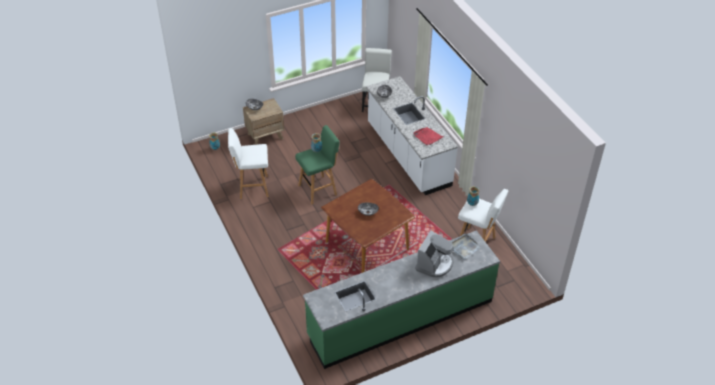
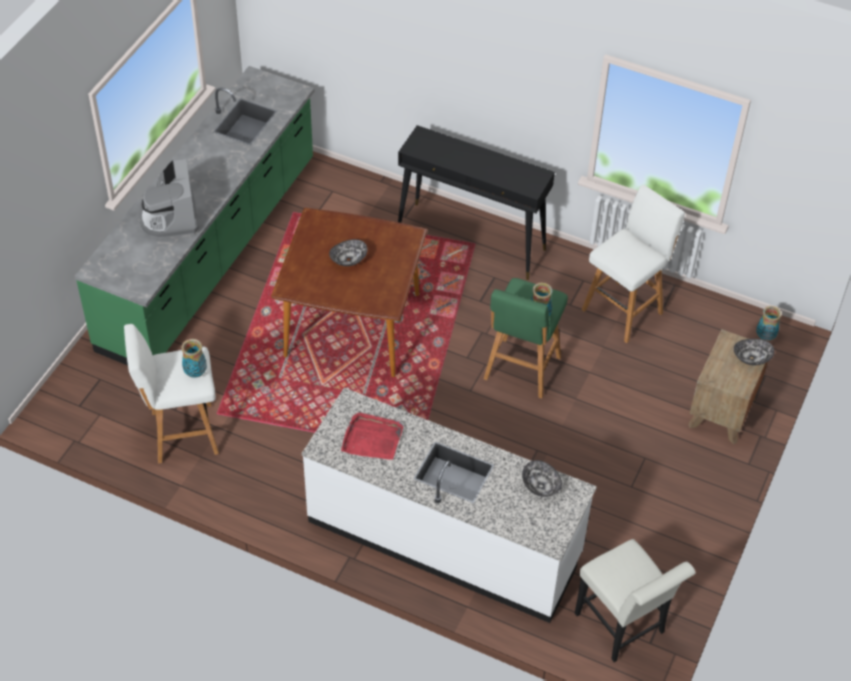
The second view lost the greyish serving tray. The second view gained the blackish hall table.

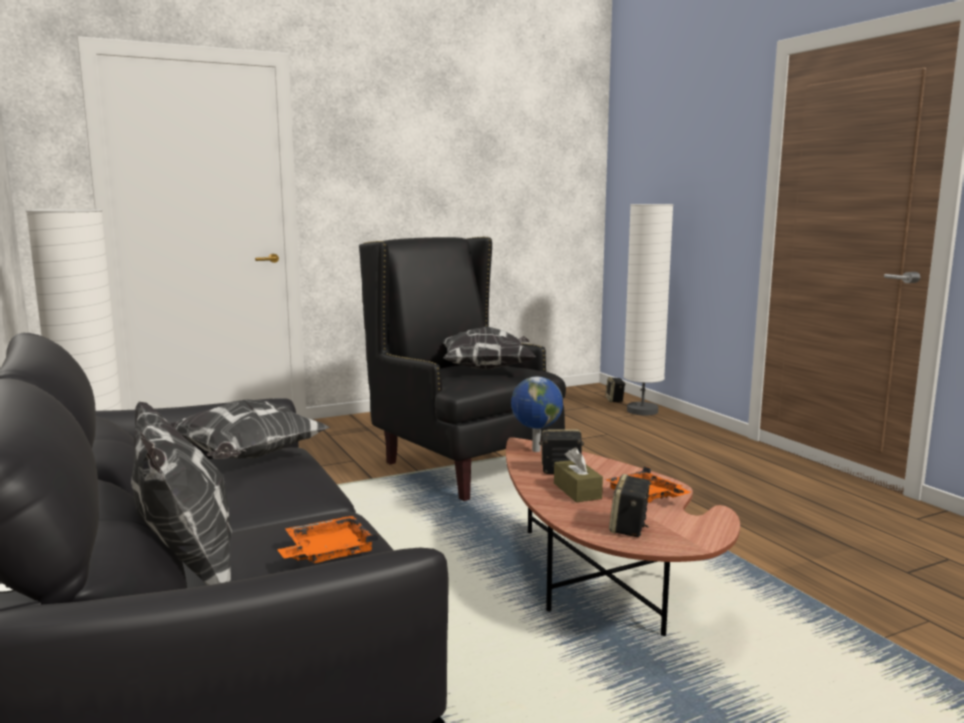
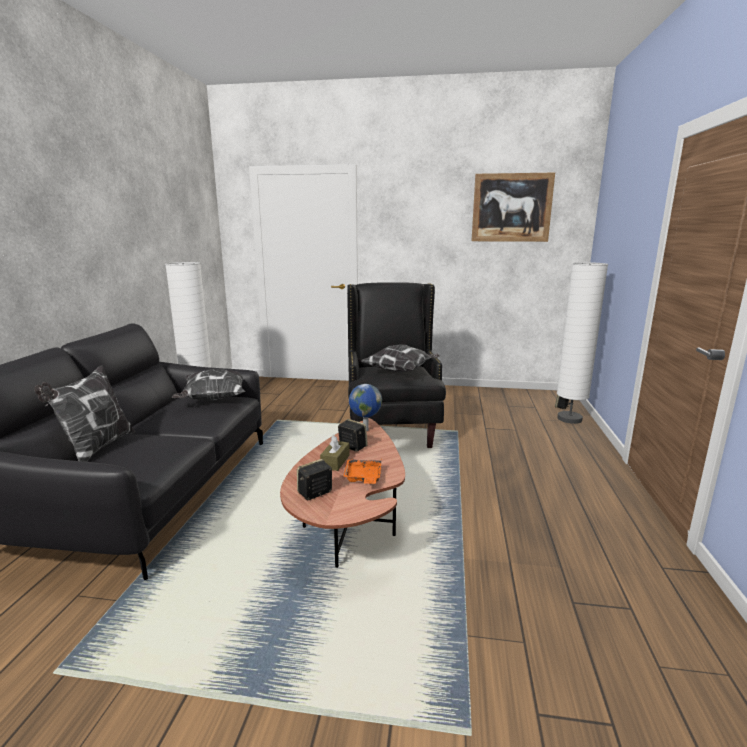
The second view lost the orange-coloured serving tray (no. 1 from left). The second view gained the wall picture.

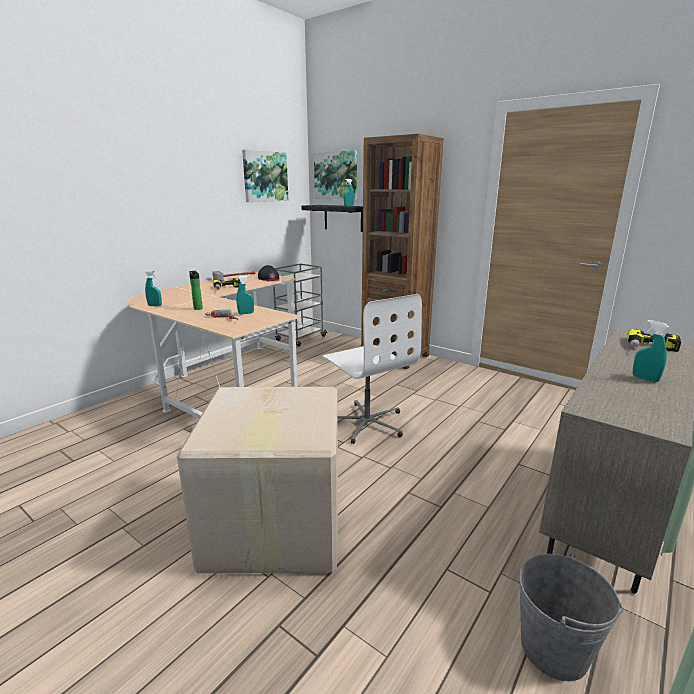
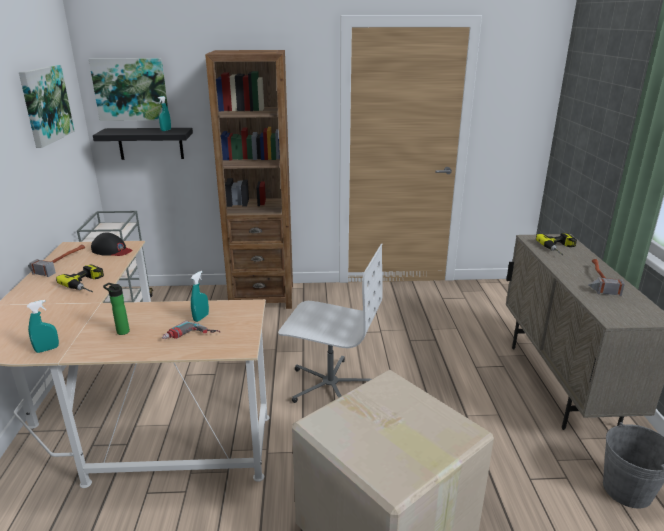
Where the turquoise sprayer (no. 4 from left) stood, the hammer (no. 2 from left) came to stand.

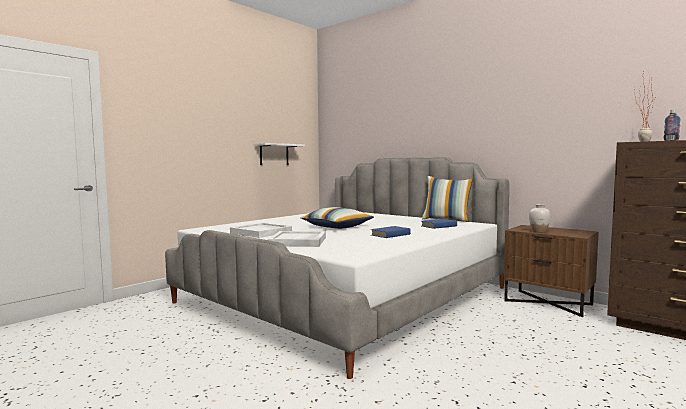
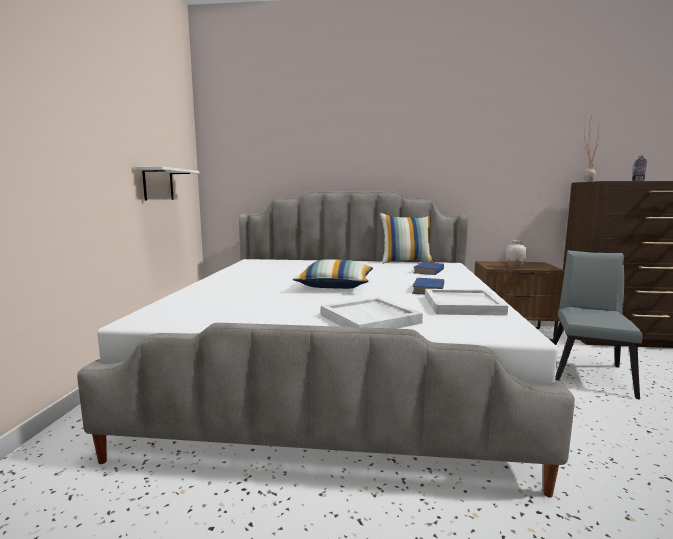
The whitish serving tray (no. 1 from left in the first image) ended up elsewhere. The second view gained the greyish plain chair.

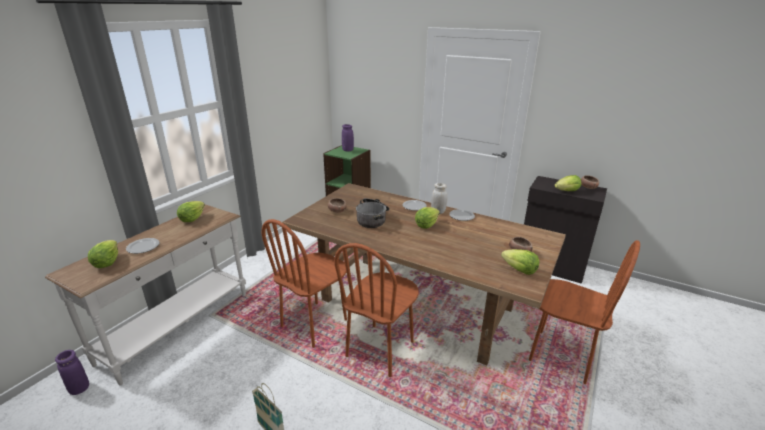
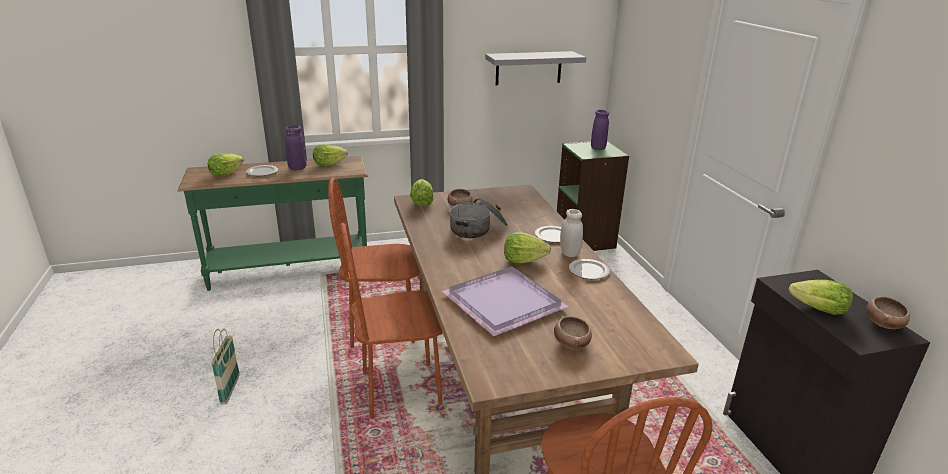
What was the whitish hall table turned into the green hall table. The head of lettuce (no. 4 from left in the first image) ended up elsewhere. The purple decorative vase (no. 1 from left) ended up elsewhere. The second view gained the greyish wall shelf. The second view gained the purple serving tray.

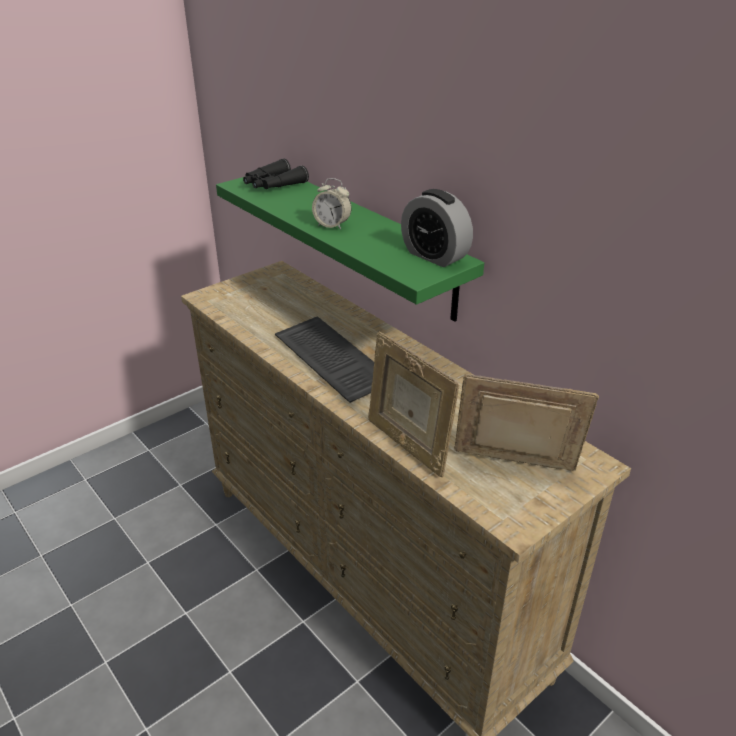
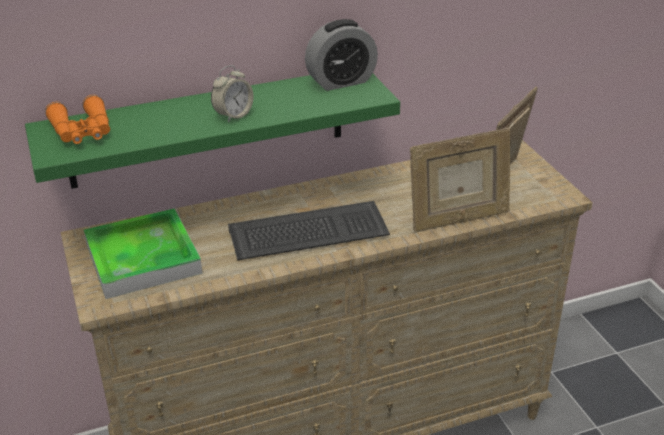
What was the blackish field glasses turned into the orange-coloured field glasses. The second view gained the serving tray.

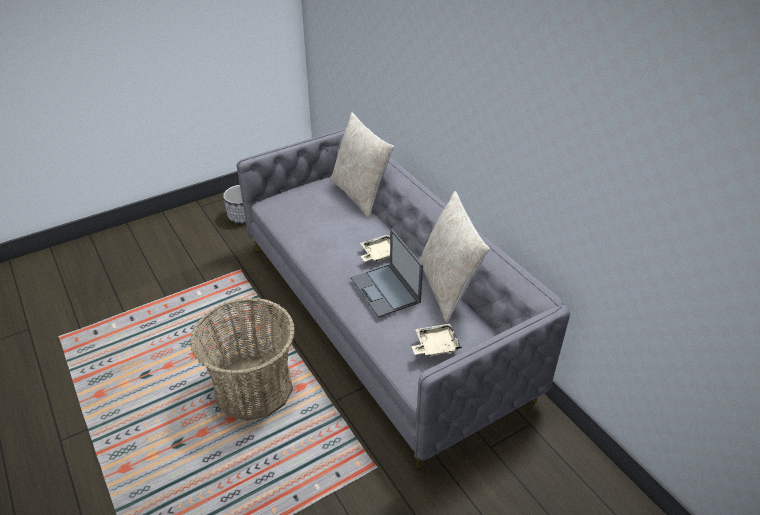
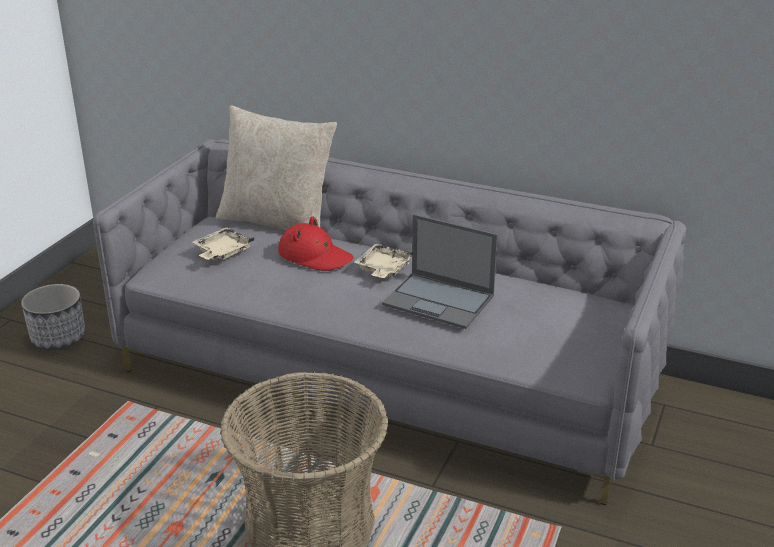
The second view lost the sand-coloured cushion (no. 2 from left). The sand-coloured serving tray (no. 2 from left in the first image) ended up elsewhere. The second view gained the red-coloured wearable hat.

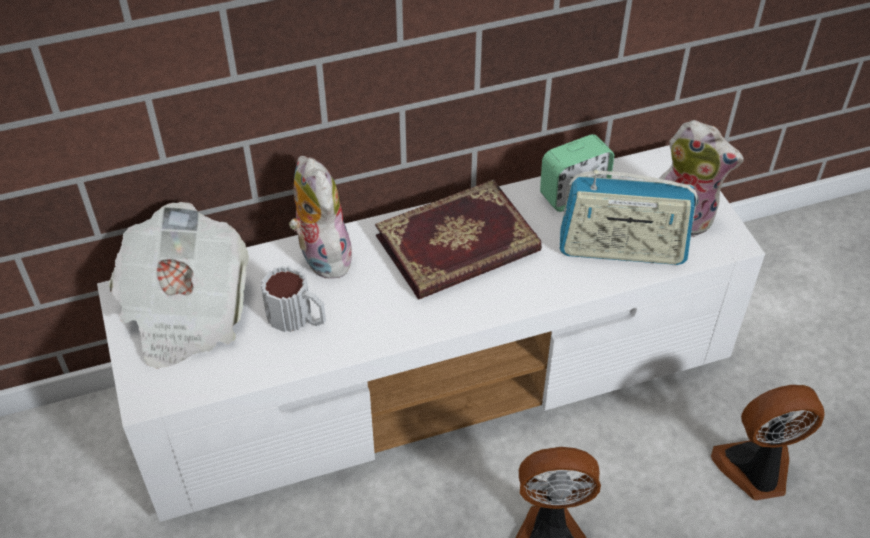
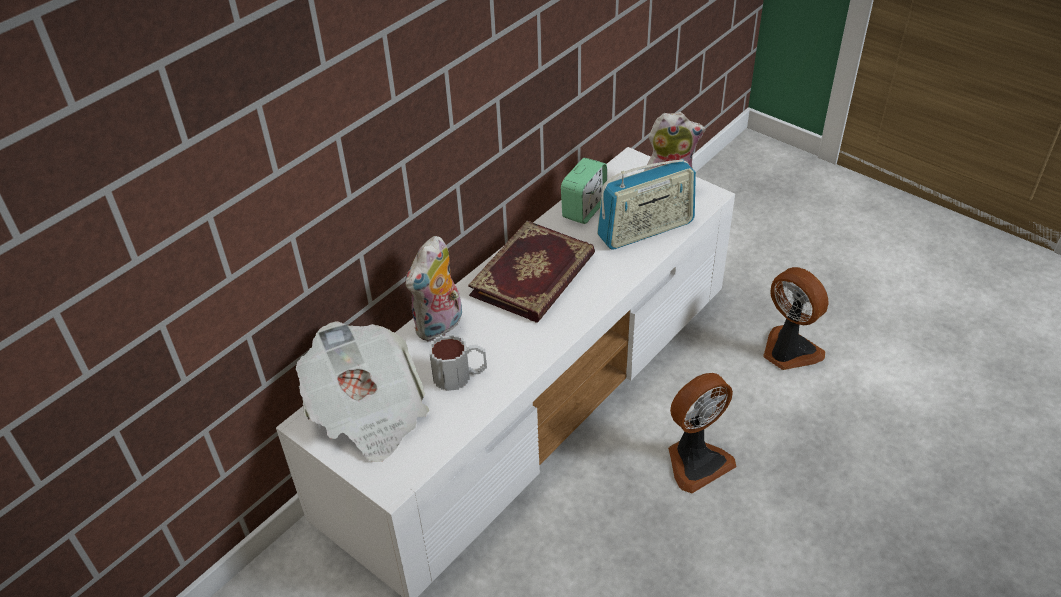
The plush toy (no. 1 from left) ended up facing another way, 90 degrees counterclockwise from before. The cooling fan (no. 2 from left) ended up facing another way, 90 degrees clockwise from before.

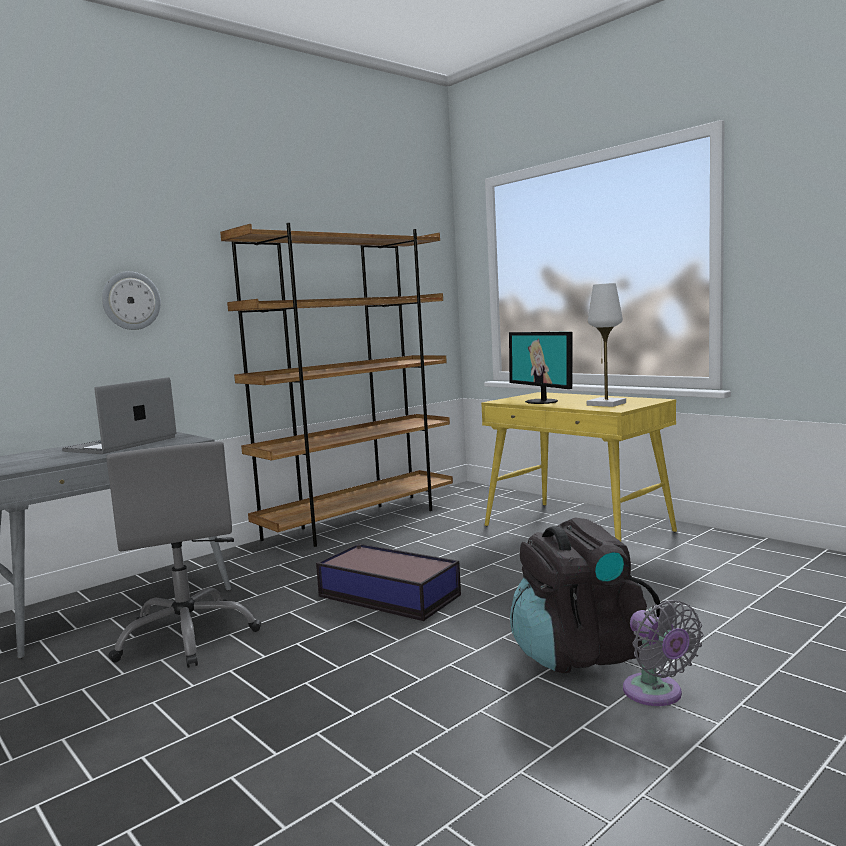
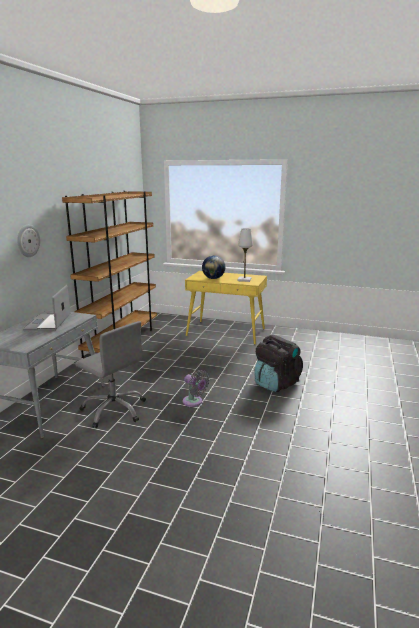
Where the computer screen stood, the globe came to stand. The second view lost the storage box. The greyish cooling fan ended up elsewhere.

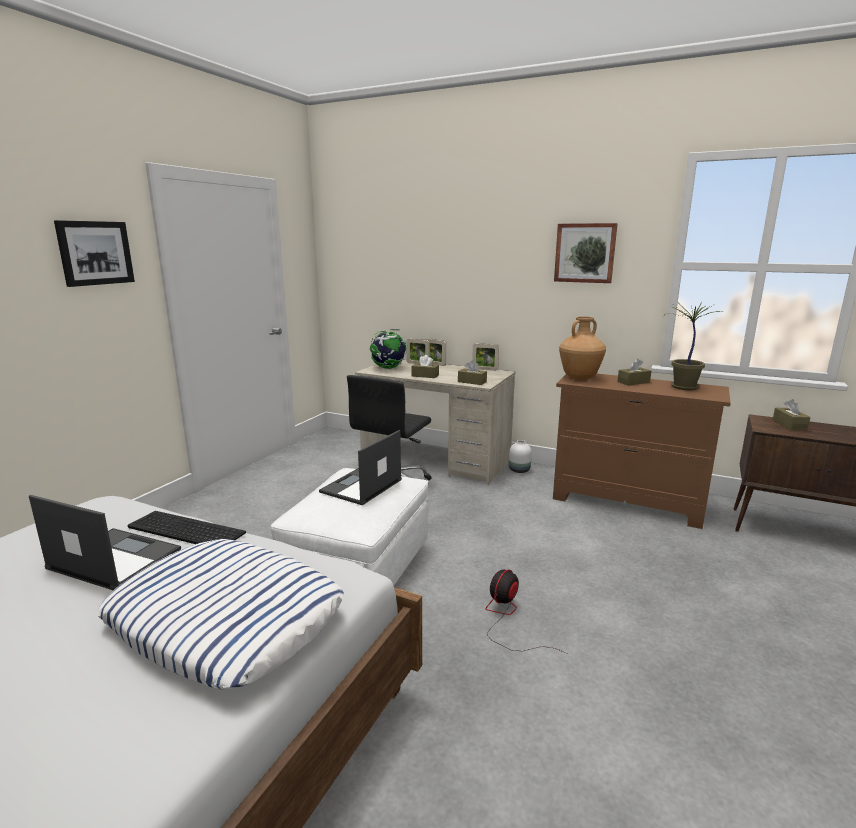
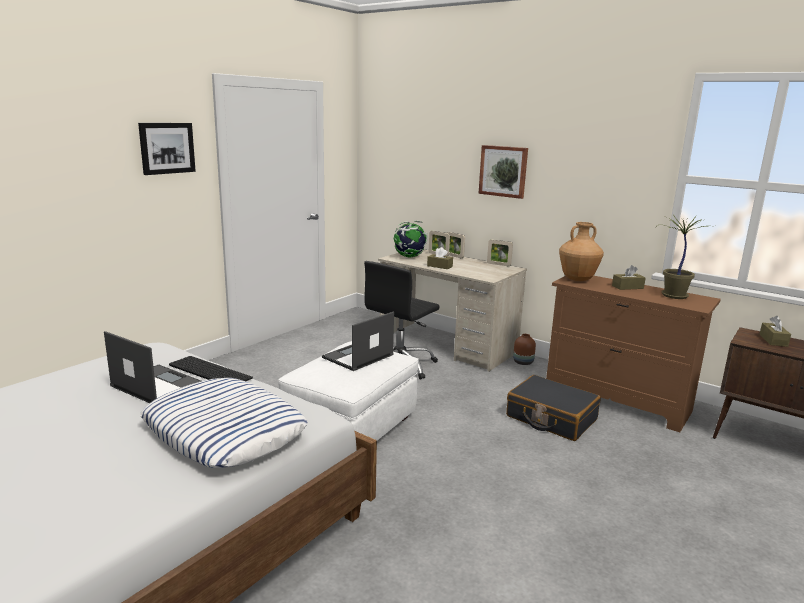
The wall picture (no. 2 from left) ended up elsewhere. The second view lost the brown-coloured tissue holder (no. 2 from left). What was the whitish decorative vase turned into the brown-coloured decorative vase (no. 1 from left). The second view lost the cooling fan. The second view gained the blackish suitcase.

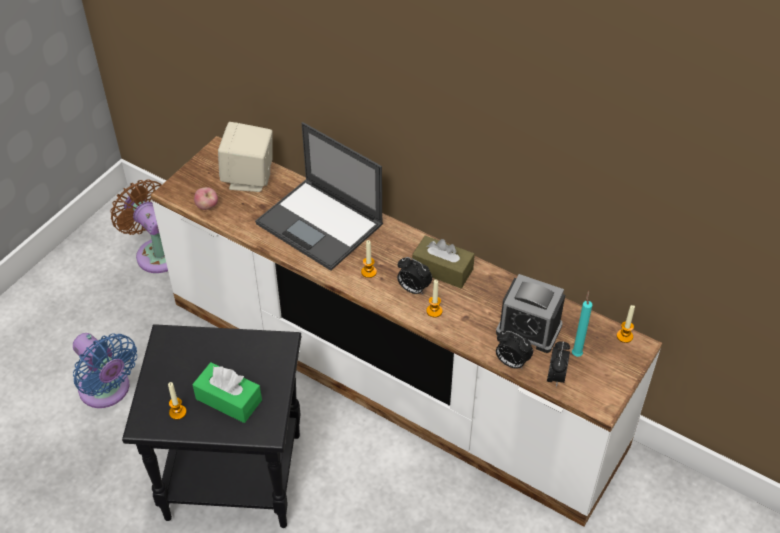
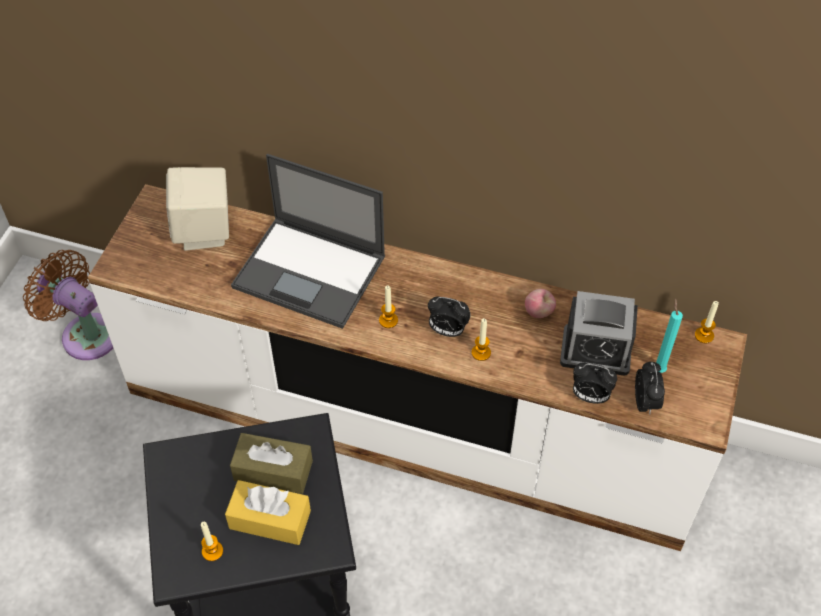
The whole apple ended up elsewhere. The brown-coloured tissue holder ended up elsewhere. The second view lost the blue-coloured cooling fan. What was the green tissue holder turned into the yellow tissue holder.

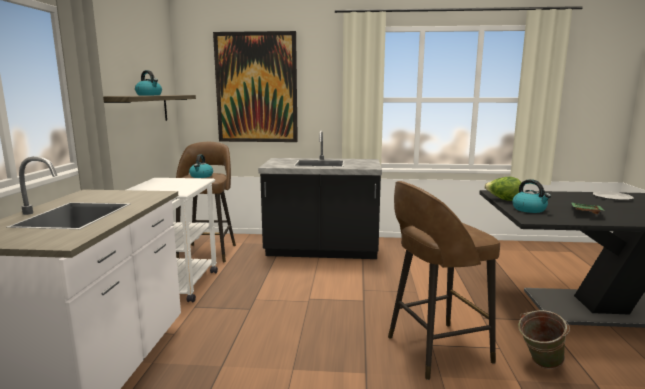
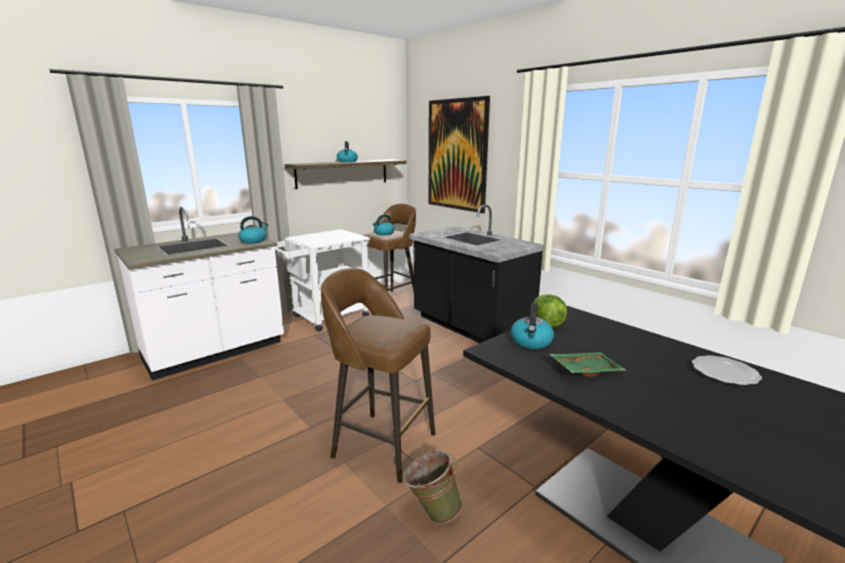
The second view gained the water kettle (no. 1 from left).

